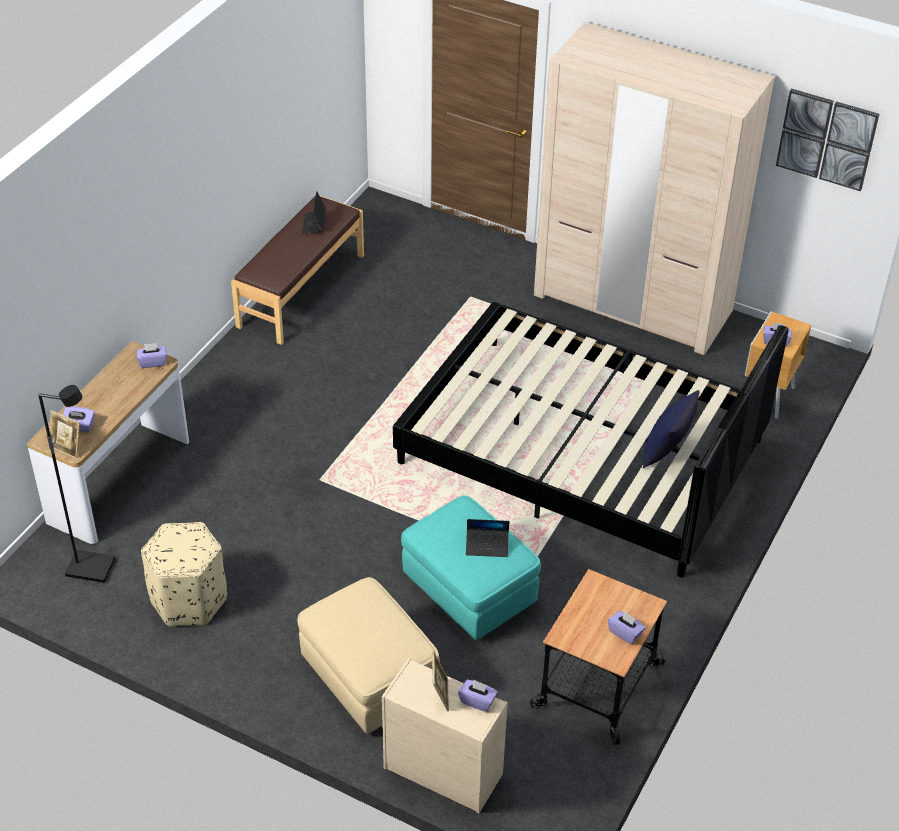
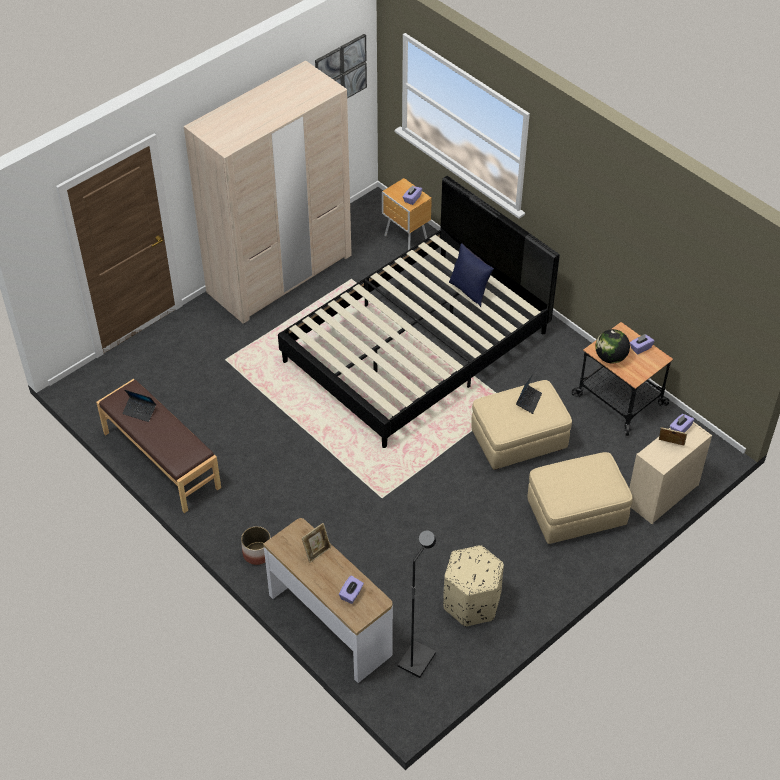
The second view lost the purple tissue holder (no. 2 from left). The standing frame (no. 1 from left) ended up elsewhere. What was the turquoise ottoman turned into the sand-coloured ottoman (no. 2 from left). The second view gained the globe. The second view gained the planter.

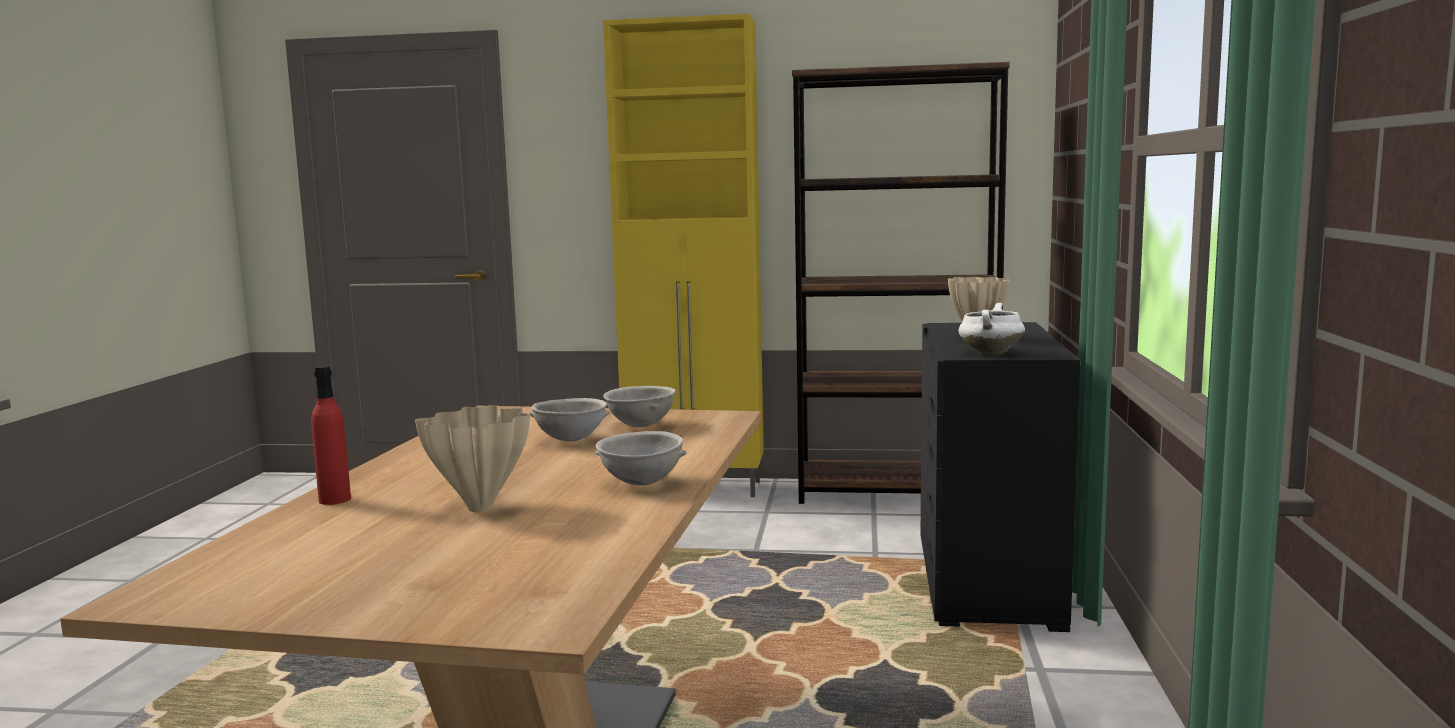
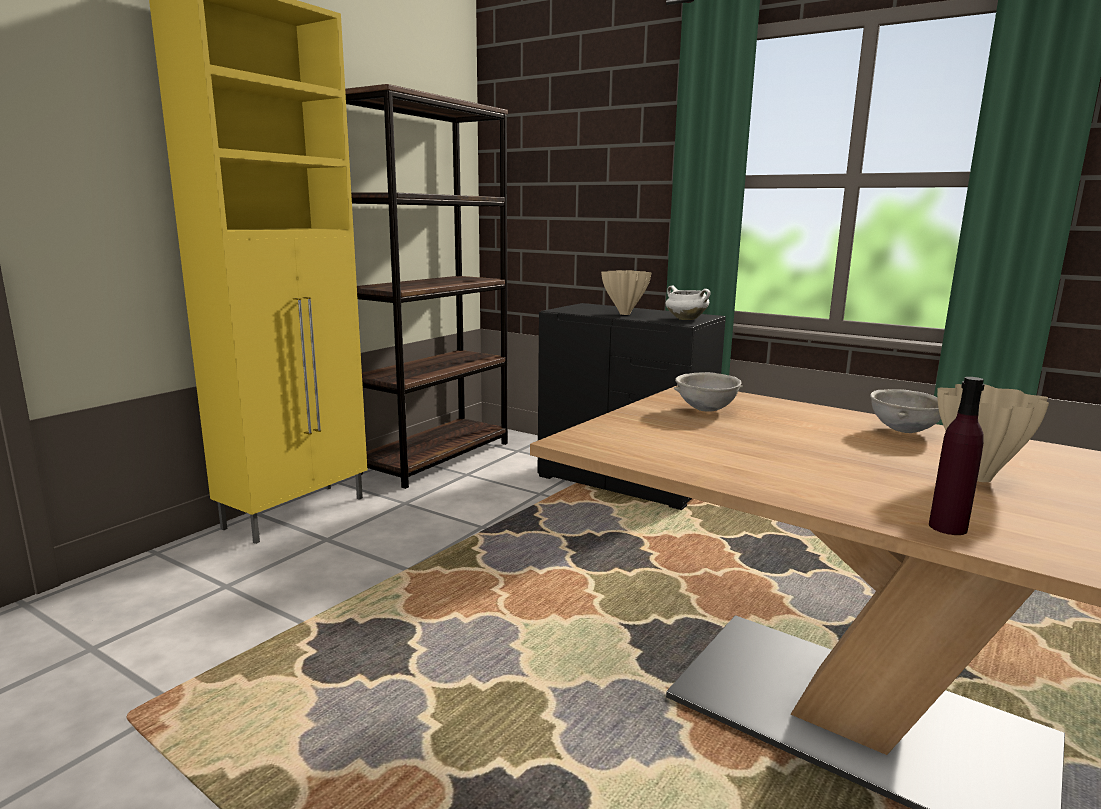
What was the red-coloured beverage bottle turned into the purple beverage bottle. The second view lost the greyish deep dish (no. 1 from left).

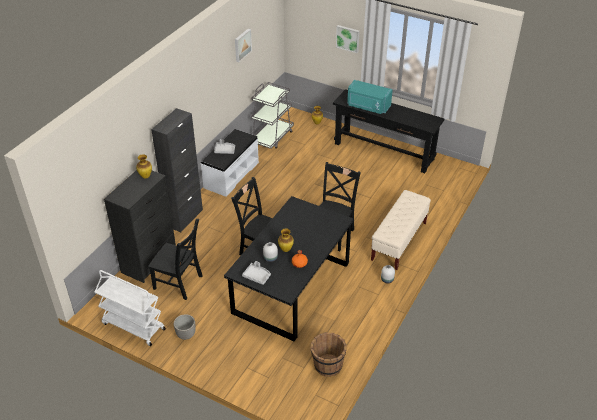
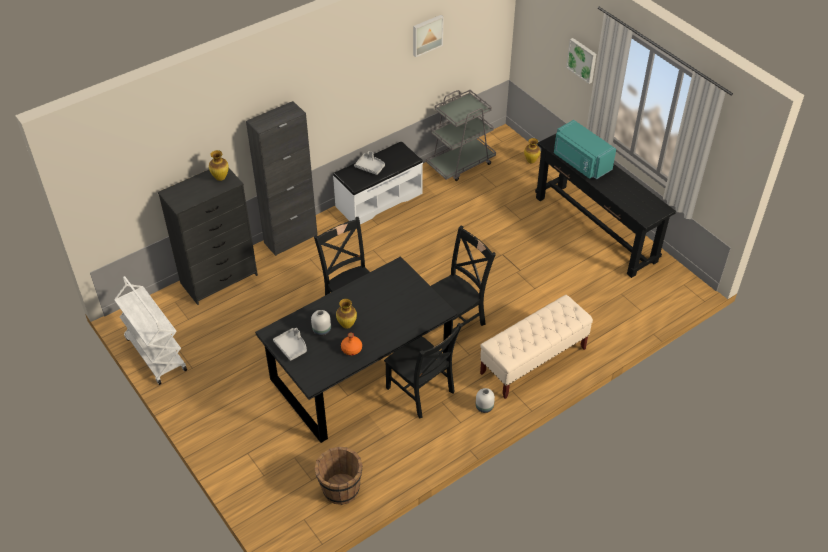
The blackish plain chair (no. 1 from left in the first image) ended up elsewhere. The second view lost the planter.

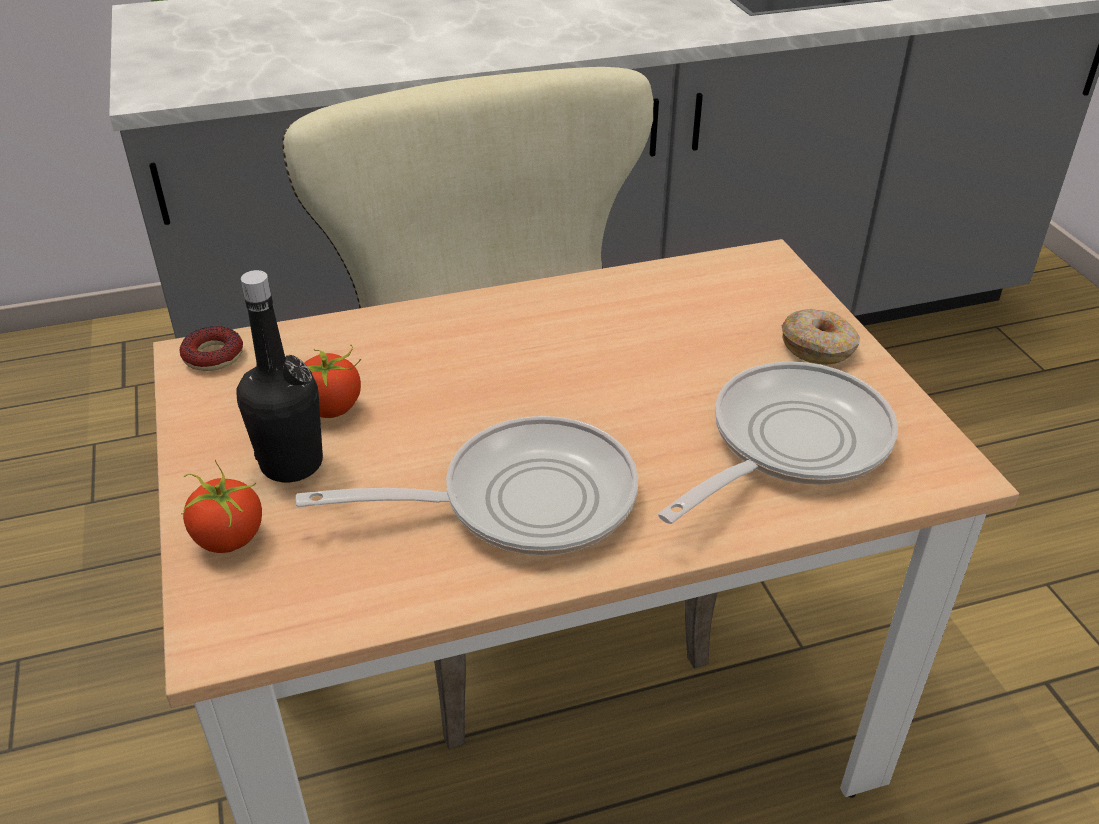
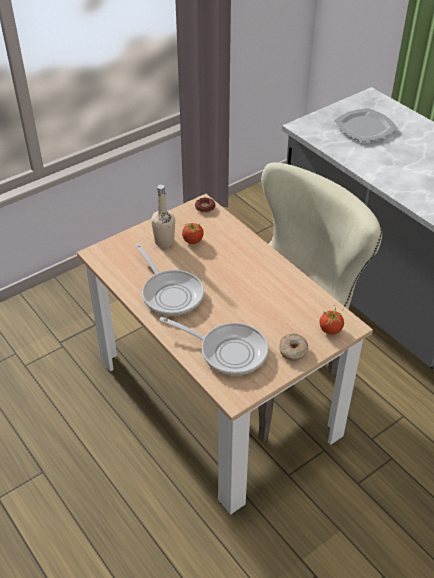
What was the blackish beverage bottle turned into the sand-coloured beverage bottle. The whole tomato (no. 1 from left in the first image) ended up elsewhere. The second view gained the flat dish.

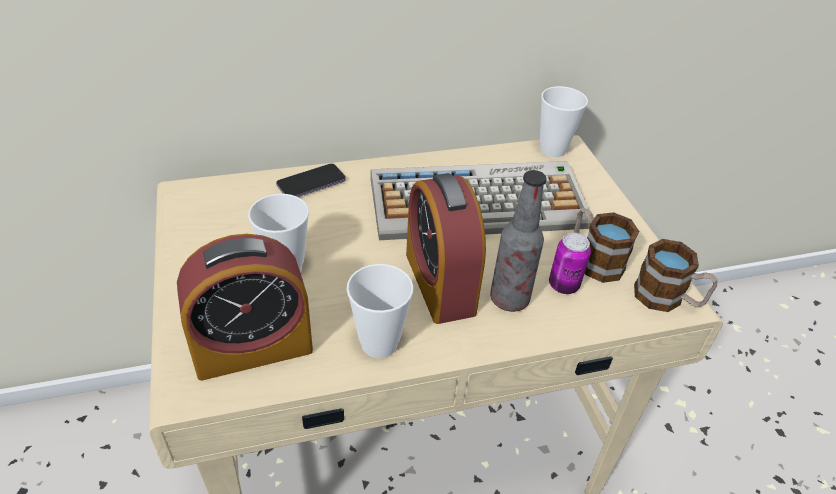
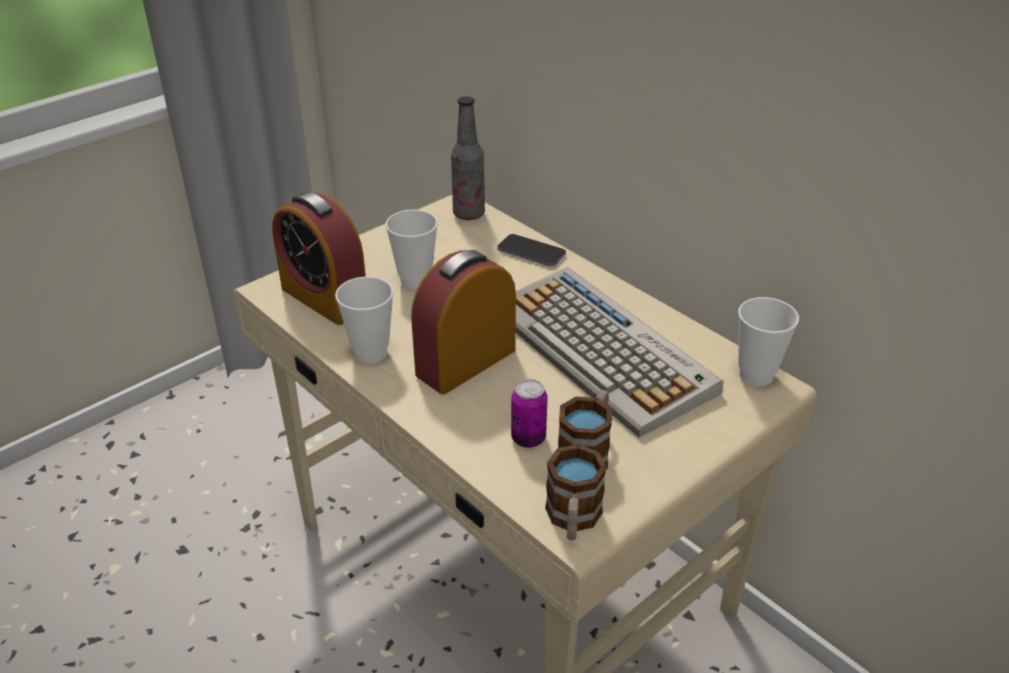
The beverage bottle ended up elsewhere.

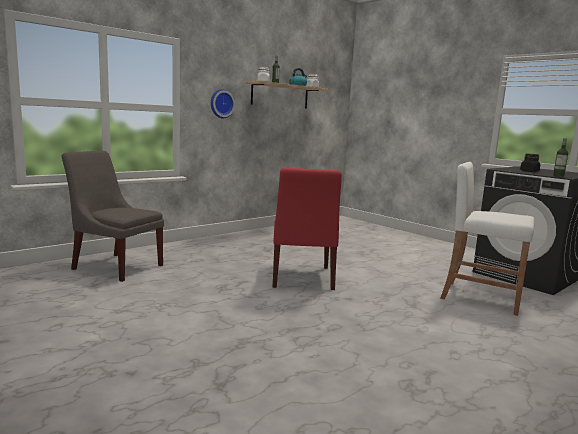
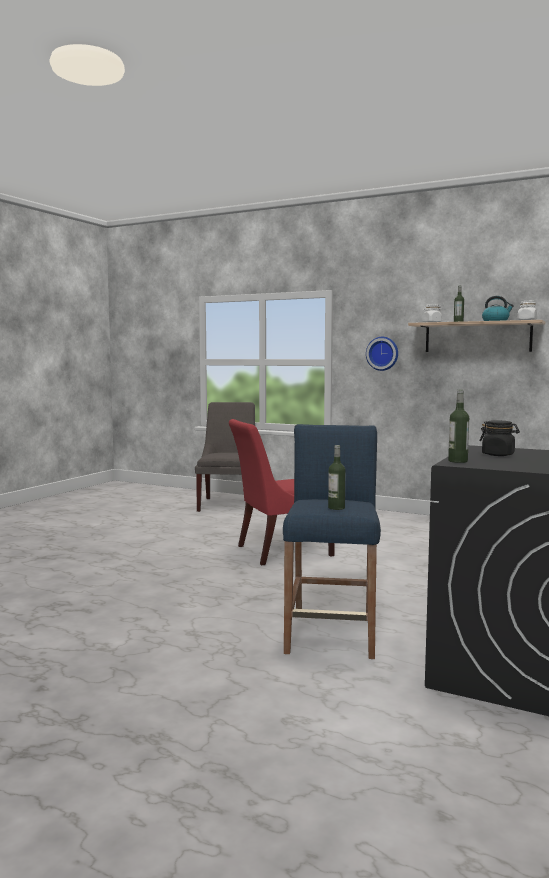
What was the whitish stool turned into the blue-coloured stool. The second view gained the beverage bottle (no. 1 from left).

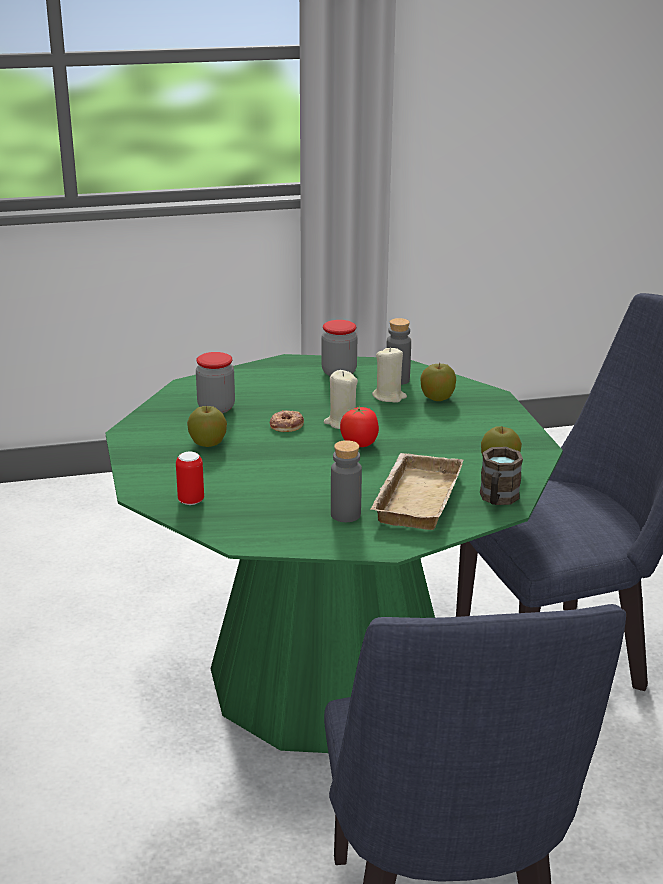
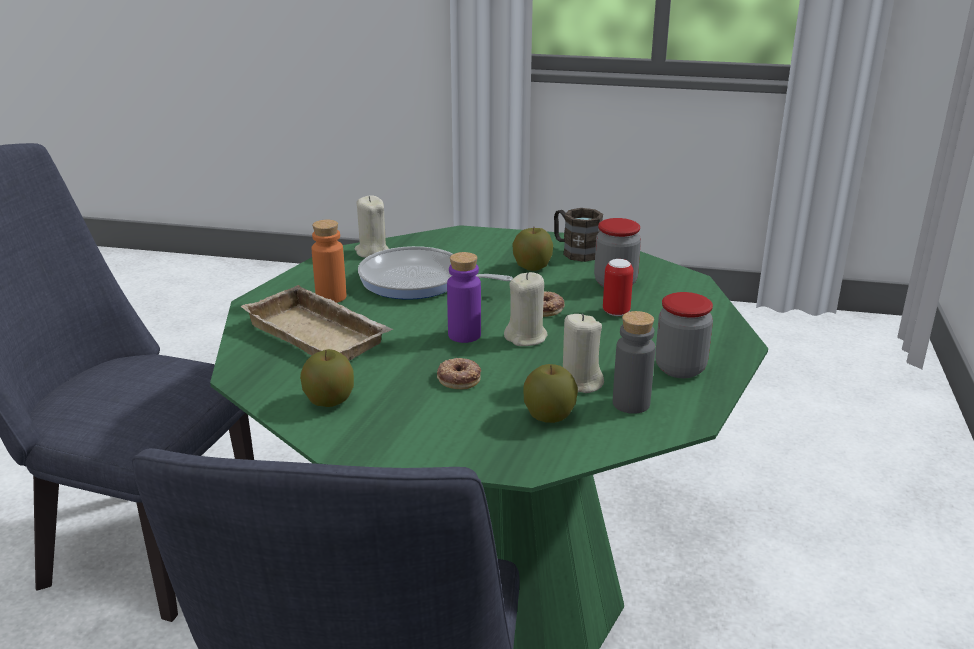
Where the whole tomato stood, the purple beverage bottle came to stand. What was the greyish beverage bottle (no. 1 from left) turned into the orange-coloured beverage bottle. The brown-coloured mug ended up elsewhere. The metal can ended up elsewhere. The second view gained the sand-coloured wax candle (no. 1 from left). The second view gained the pan. The second view gained the donut (no. 1 from left).

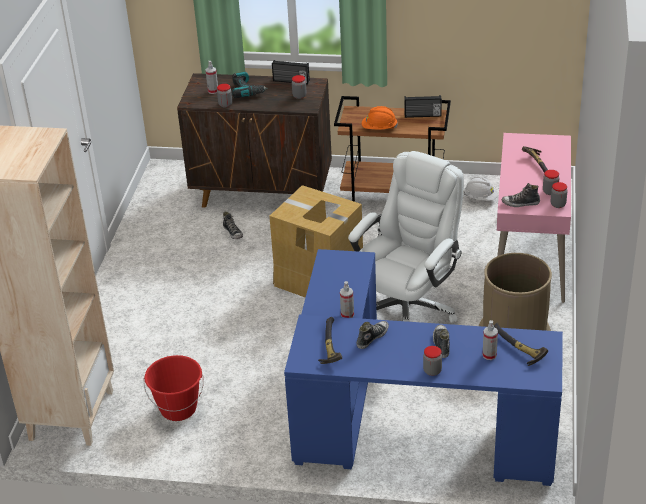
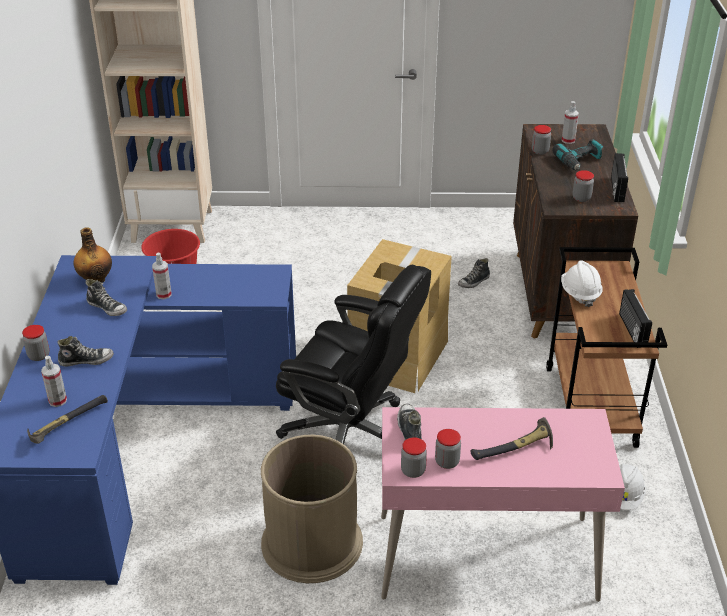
What was the orange-coloured safety helmet turned into the whitish safety helmet (no. 1 from left). What was the whitish desk chair turned into the blackish desk chair. Where the hammer (no. 1 from left) stood, the beverage bottle came to stand.

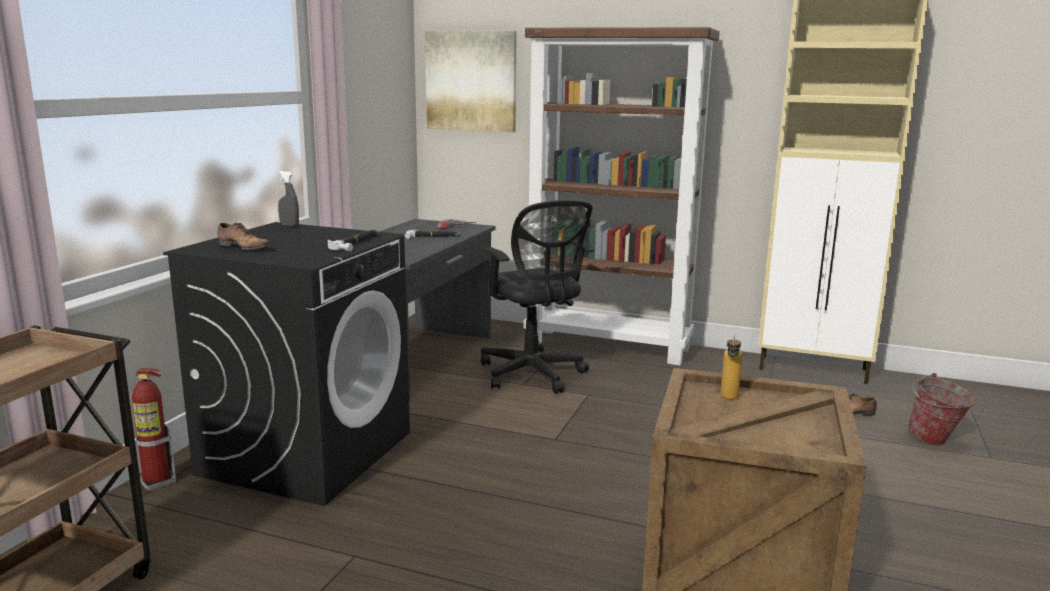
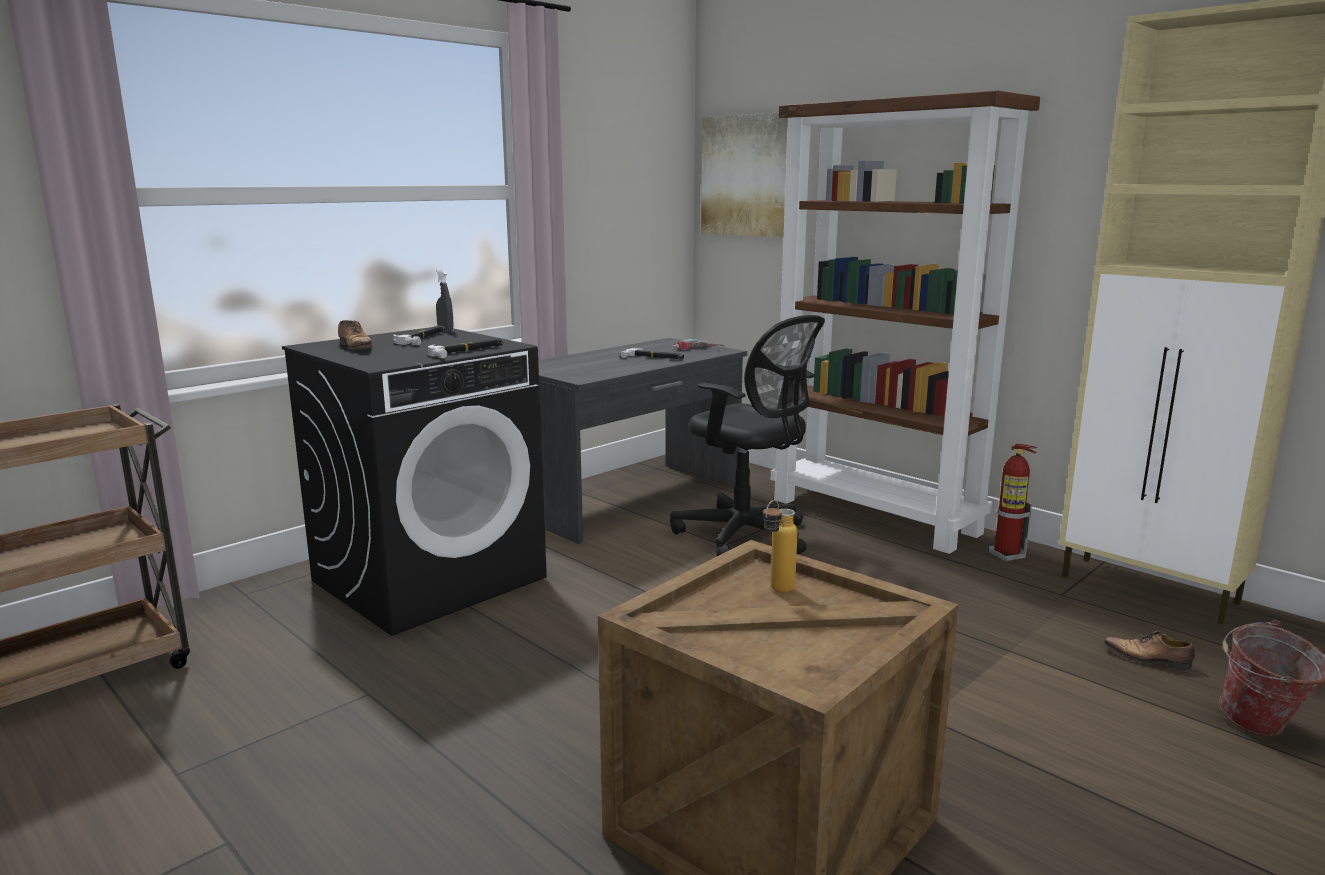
The blackish desk chair ended up facing another way, 45 degrees counterclockwise from before. The fire extinguisher ended up elsewhere. The second view gained the hammer (no. 1 from left).

